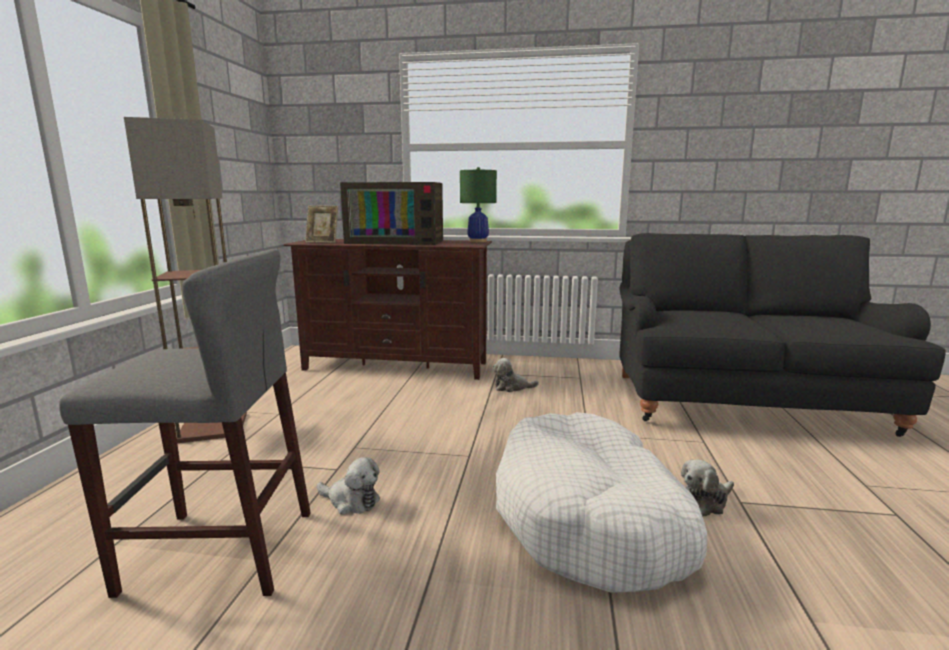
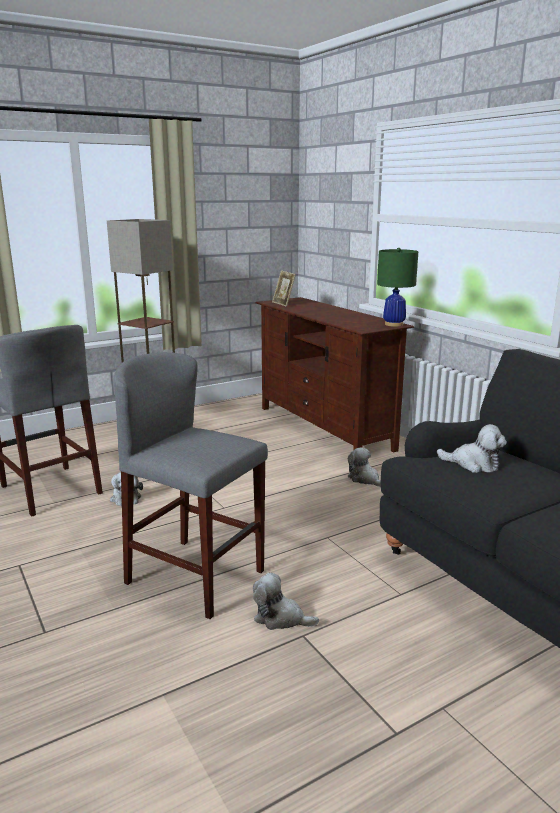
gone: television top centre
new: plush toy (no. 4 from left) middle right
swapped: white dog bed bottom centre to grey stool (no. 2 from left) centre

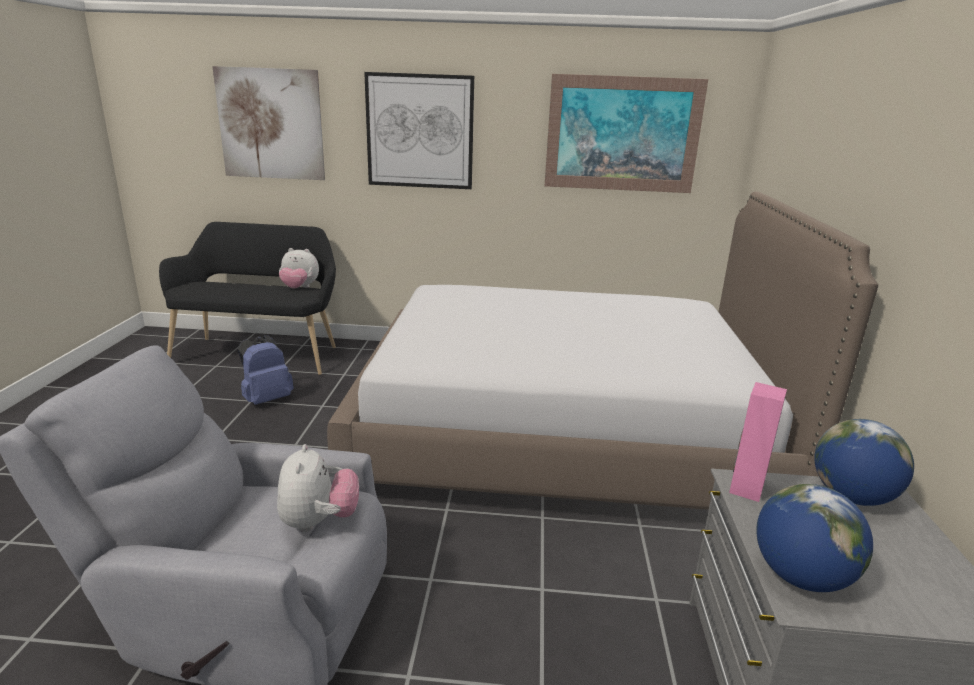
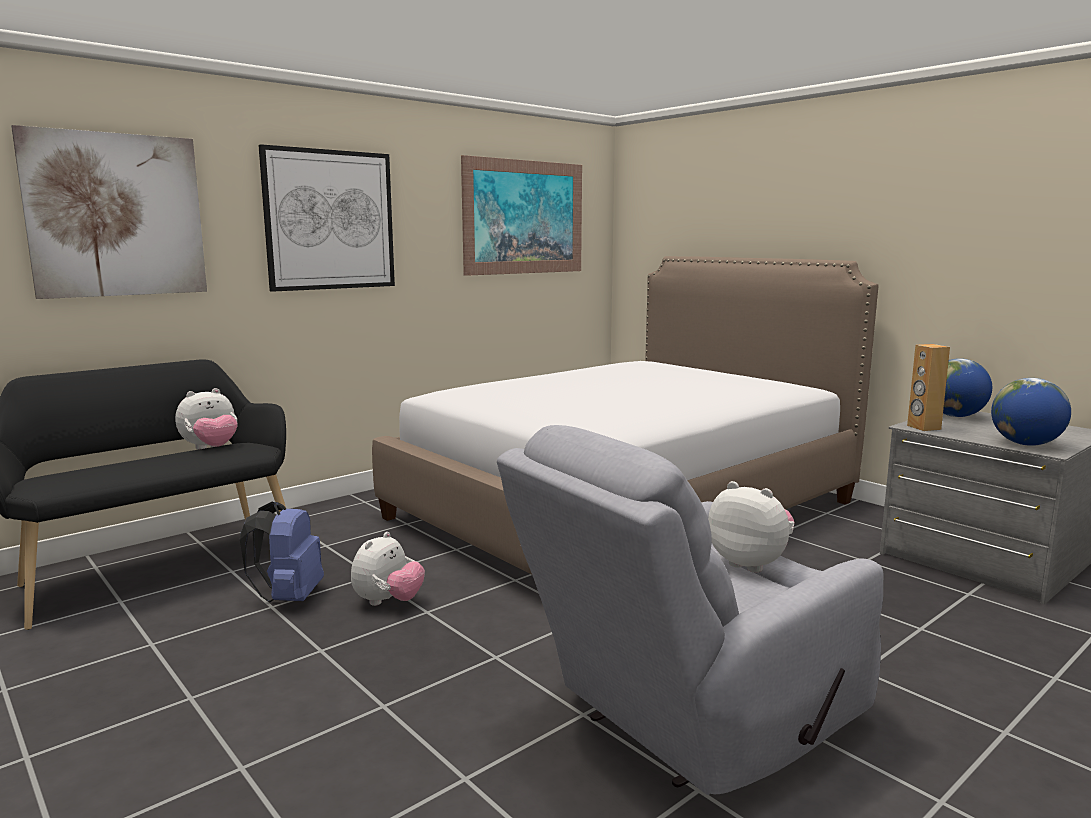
new: plush toy (no. 2 from left) bottom centre
repainted: pink speaker middle right to brown speaker middle right

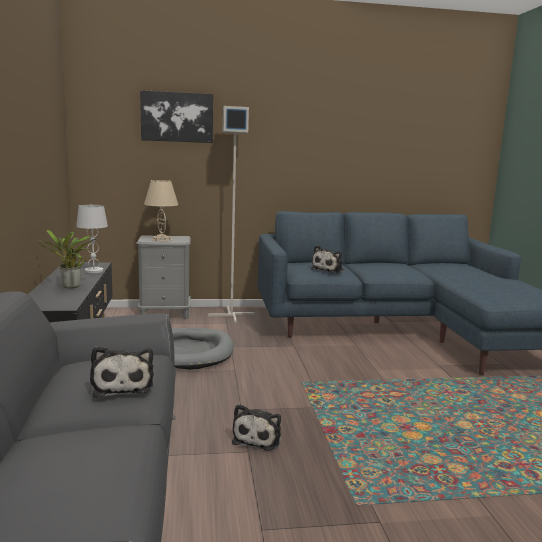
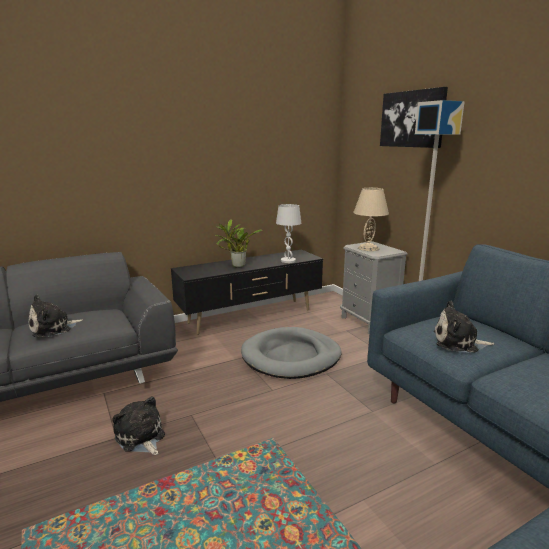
rotated: plush toy (no. 2 from left) bottom centre = bottom left 60 degrees clockwise

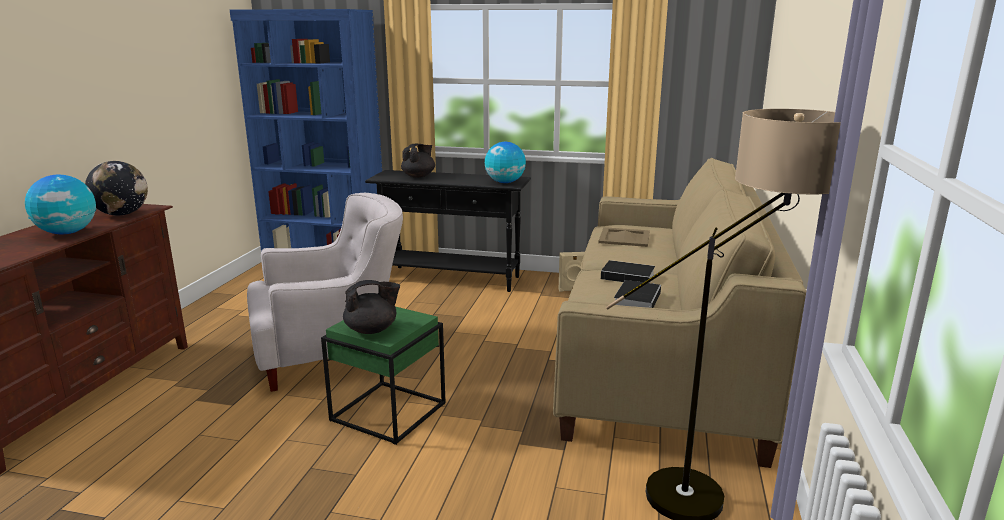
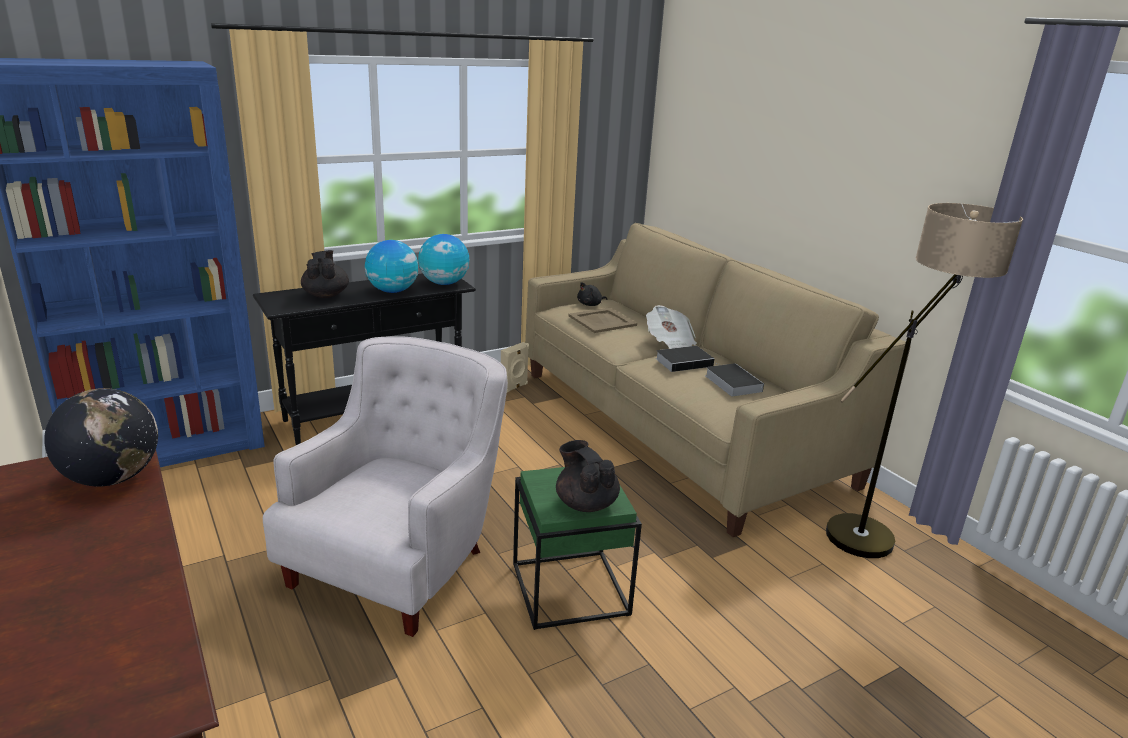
new: black plush toy centre; newspaper centre
shifted: globe (no. 1 from left in the first image) middle left to globe (no. 2 from left) centre
rotated: black teapot (no. 1 from left in the first image) centre = centre 60 degrees counterclockwise

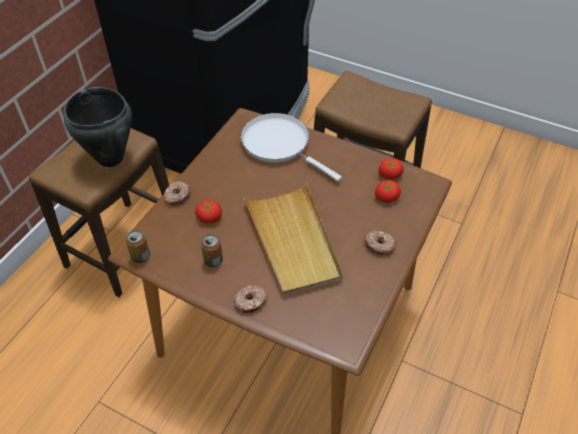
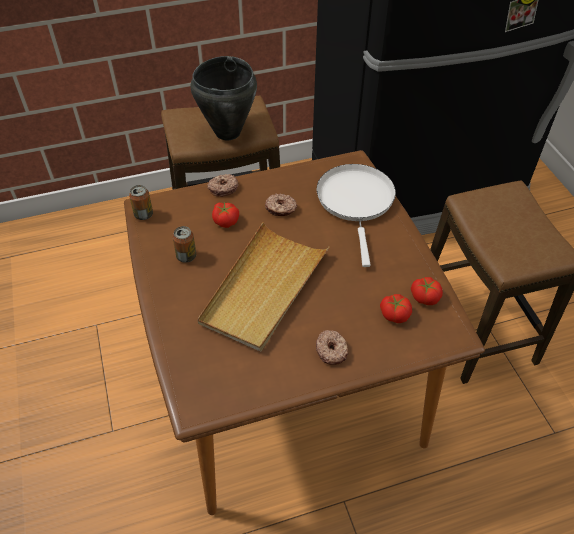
shifted: donut (no. 2 from left) bottom centre to centre

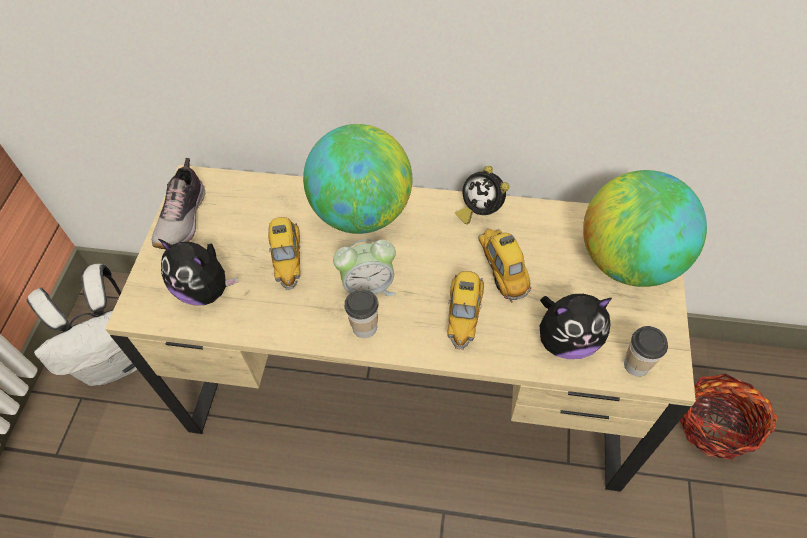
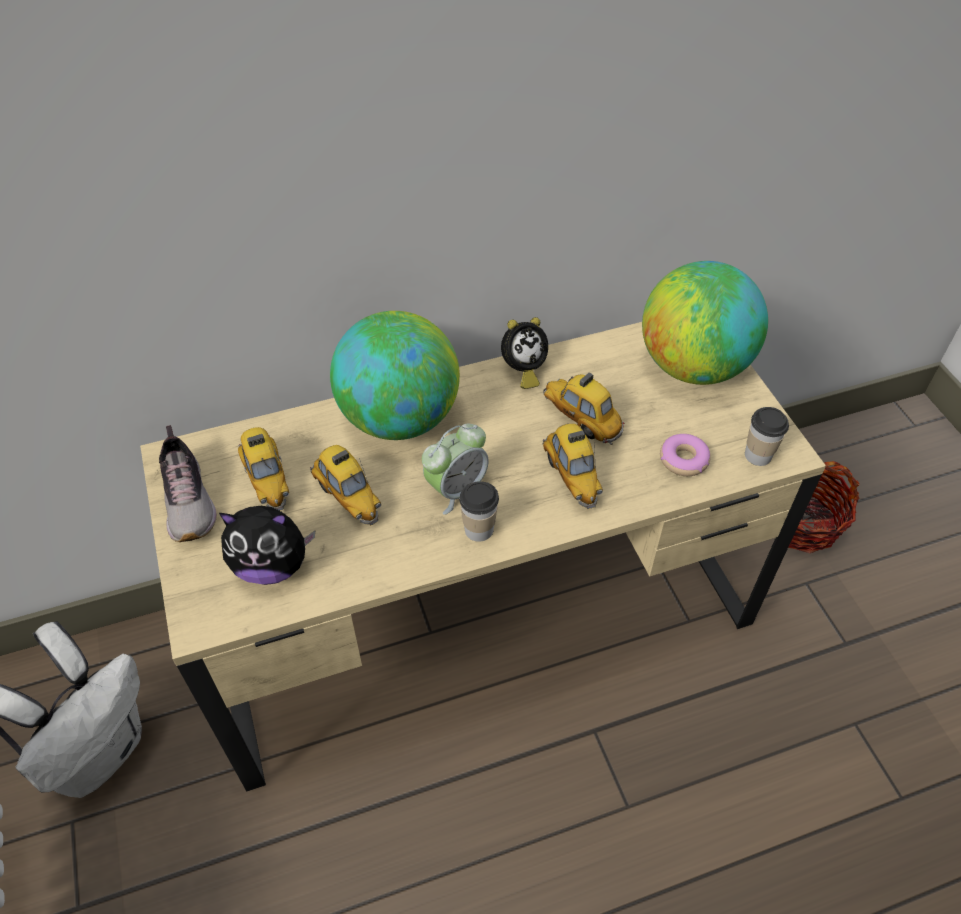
new: toy car (no. 1 from left) middle left
swapped: plush toy (no. 2 from left) middle right to donut middle right
rotated: alarm clock (no. 2 from left) centre = centre 45 degrees counterclockwise

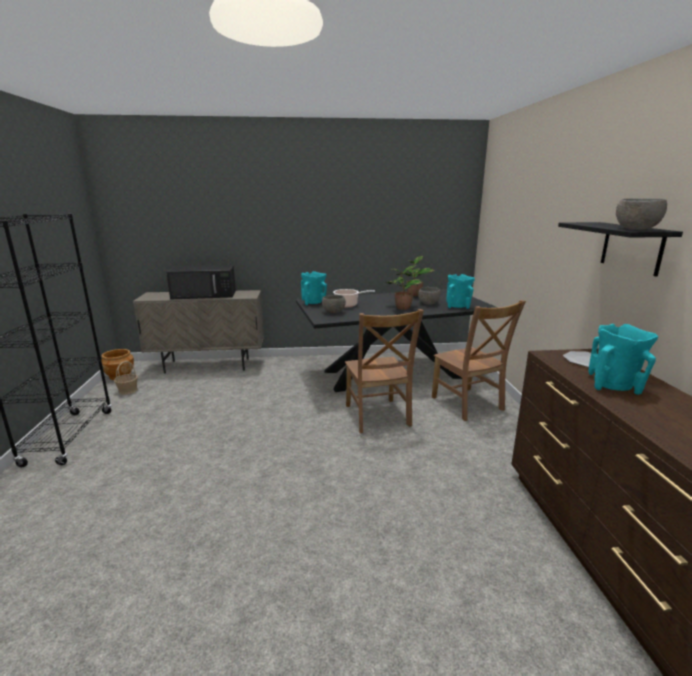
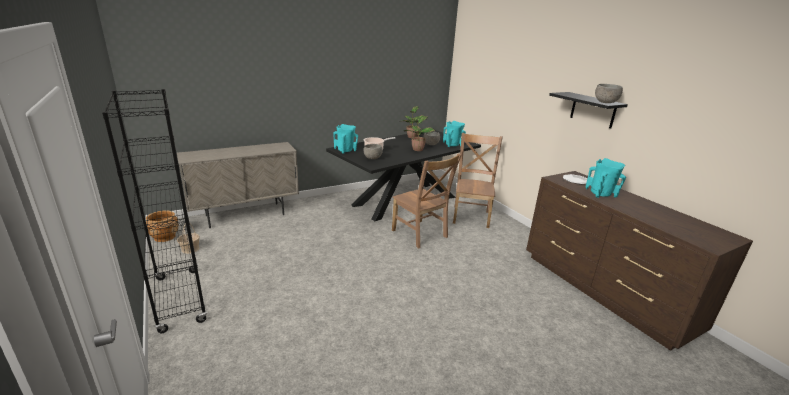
gone: black microwave middle left
rotated: brown chair (no. 2 from left) middle right = centre 120 degrees counterclockwise

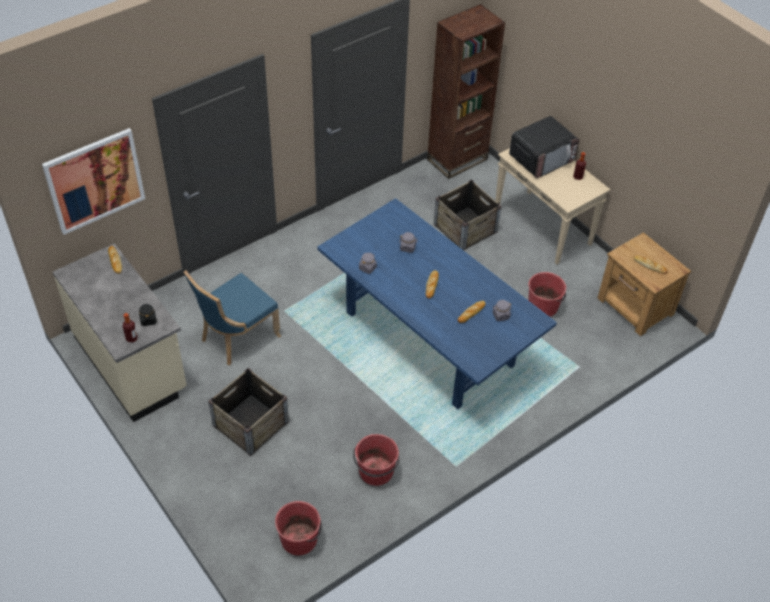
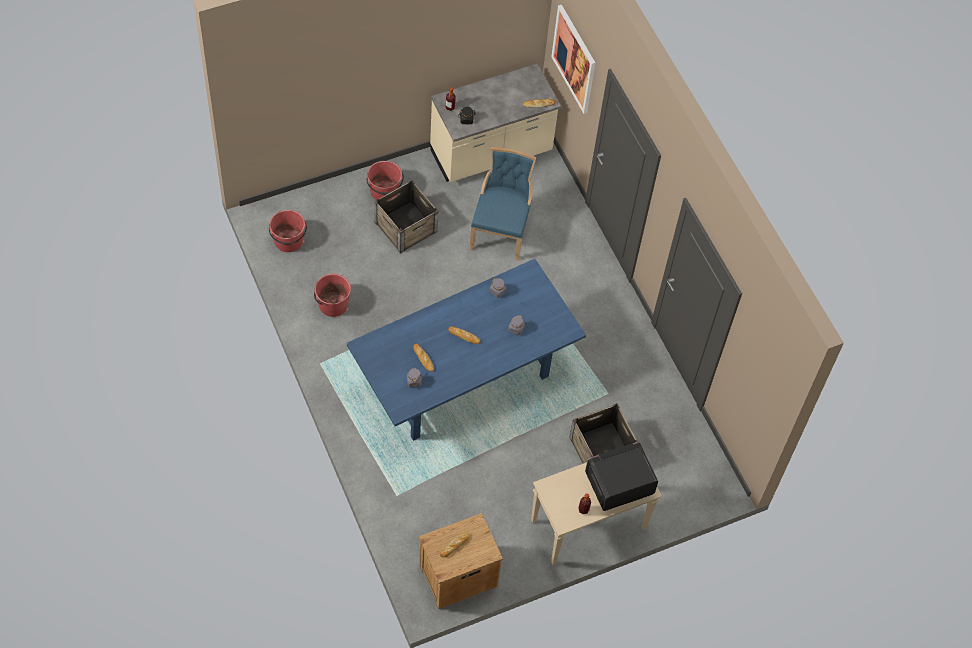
gone: brown bookcase top centre
shifted: red bucket (no. 3 from left) middle right to top centre
rotated: microwave top right = bottom centre 90 degrees clockwise; blue chair middle left = top centre 45 degrees clockwise

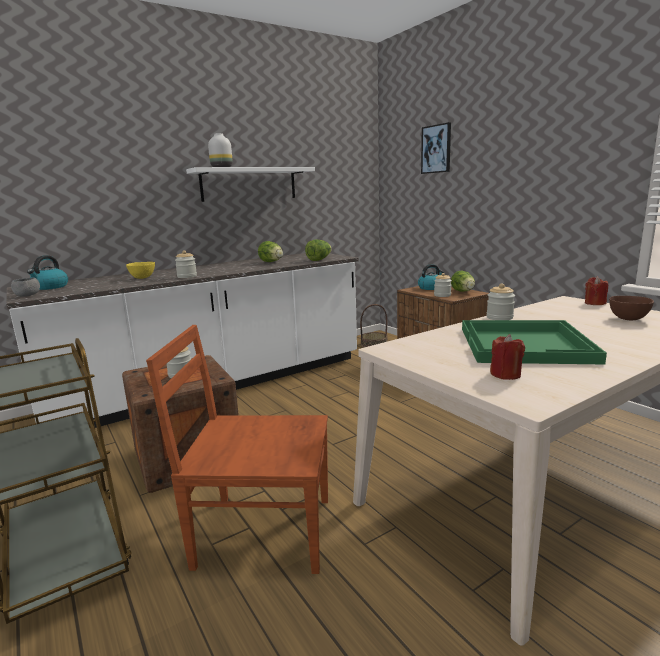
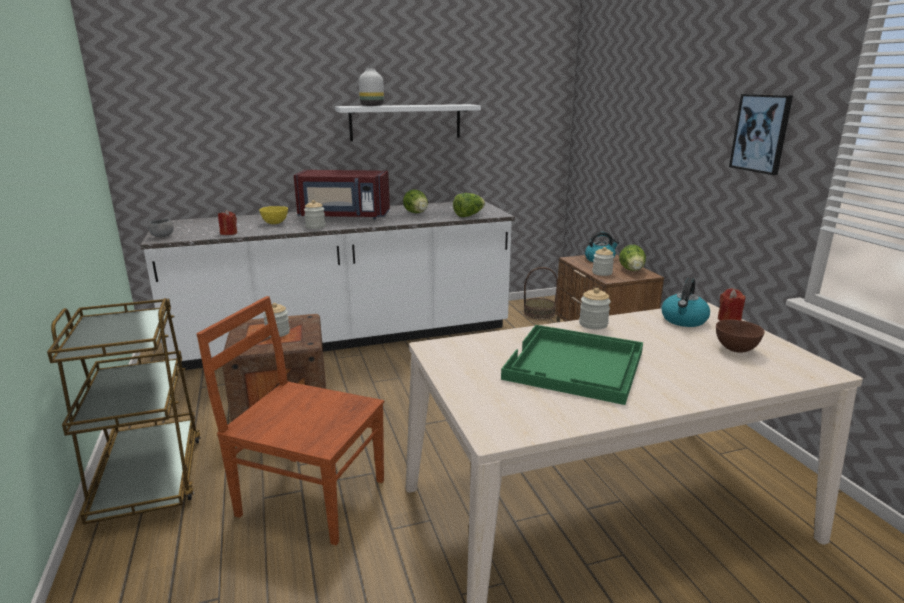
new: red microwave top centre
shifted: picture top centre to top right; kettle (no. 1 from left in the first image) middle left to kettle (no. 2 from left) middle right; red candle (no. 1 from left) middle right to middle left

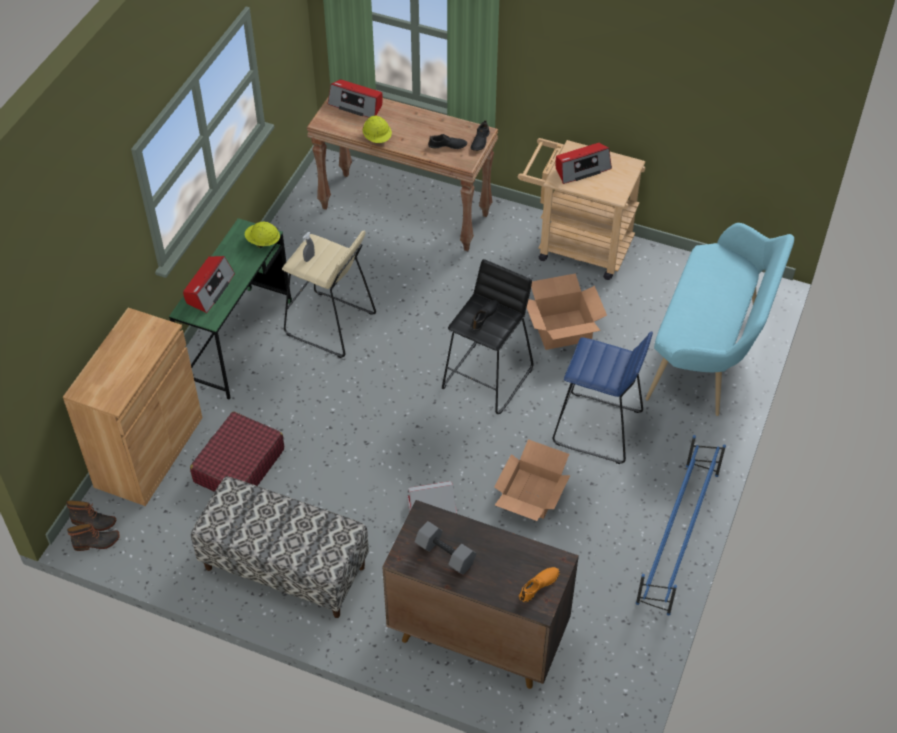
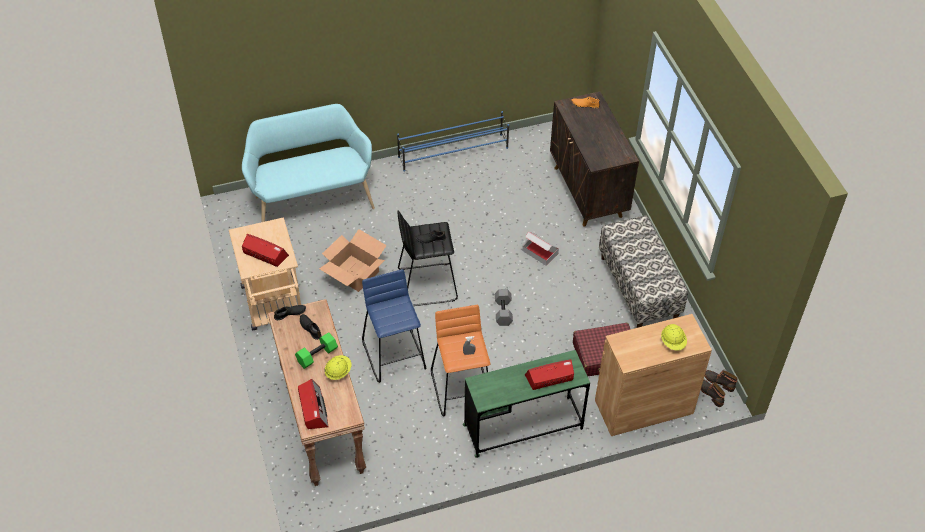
gone: cardboard box (no. 2 from left) centre
new: green dumbbell centre
shifted: yellow hard hat (no. 1 from left in the first image) top left to yellow hard hat (no. 2 from left) middle right; blue stool middle right to centre; grey dumbbell bottom centre to centre
repainted: beige stool centre to orange stool bottom centre

